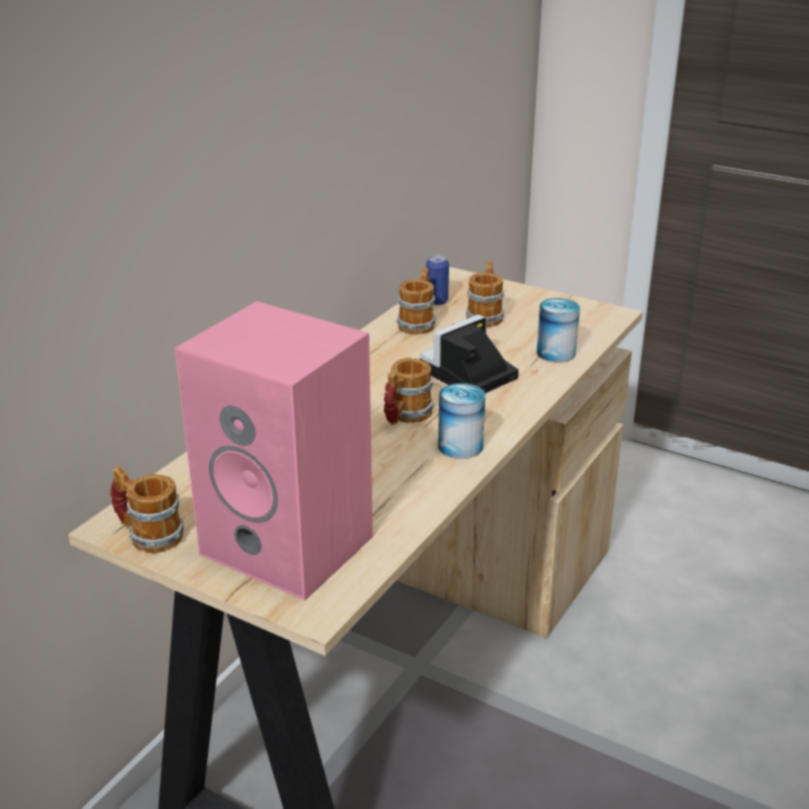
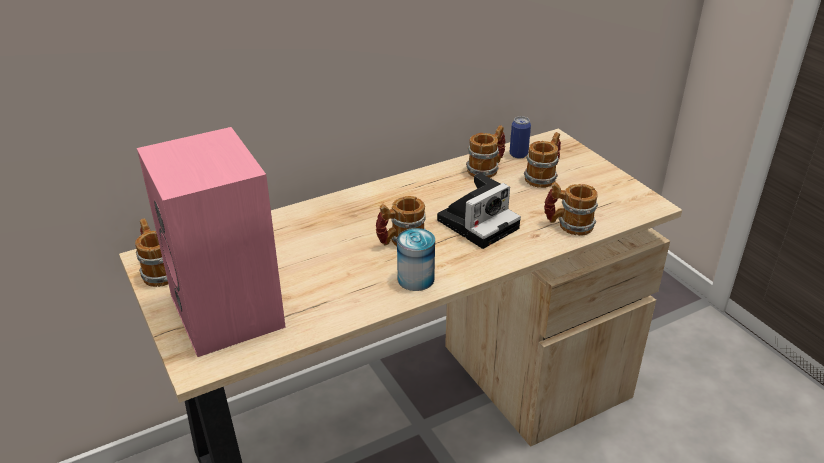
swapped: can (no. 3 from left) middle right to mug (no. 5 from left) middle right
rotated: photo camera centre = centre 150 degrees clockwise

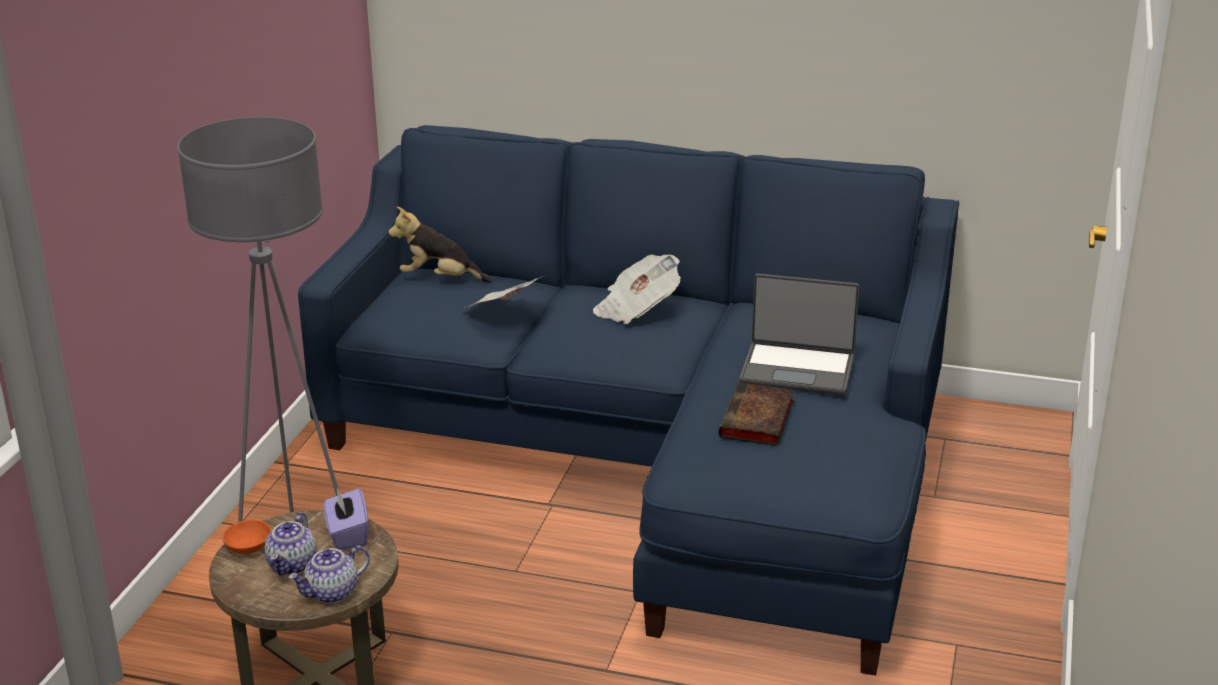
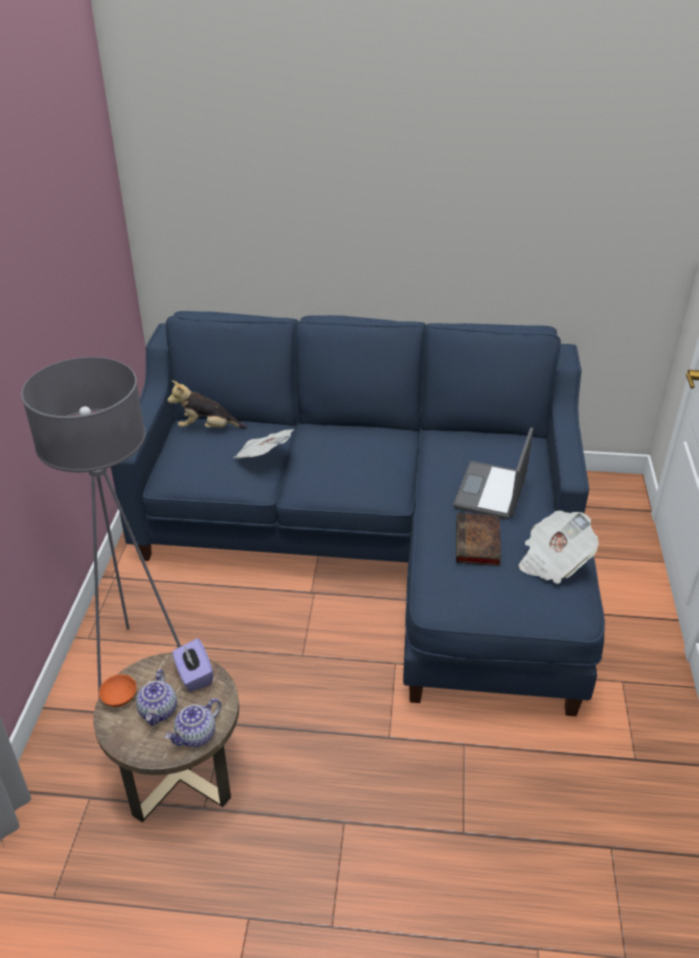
shifted: newspaper (no. 2 from left) centre to middle right
rotated: laptop centre = middle right 105 degrees clockwise

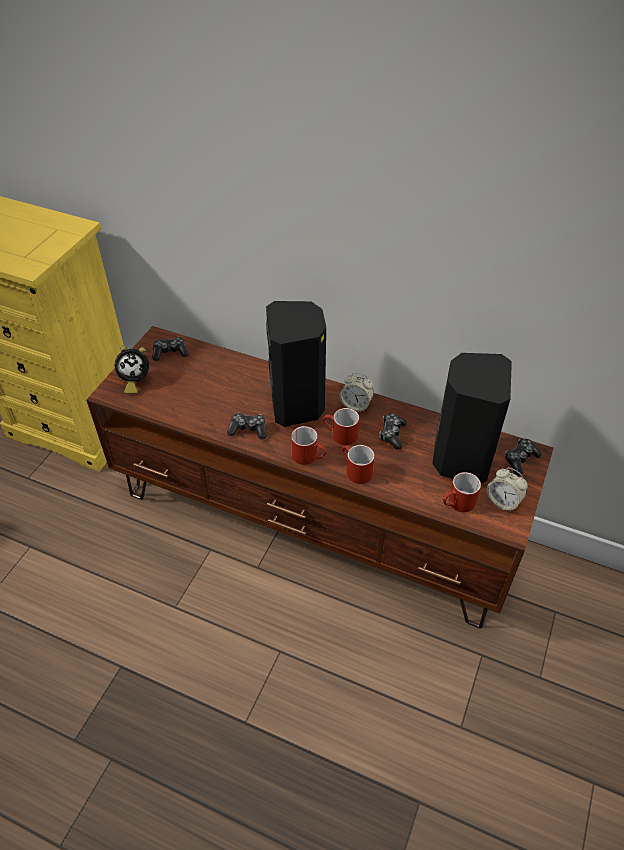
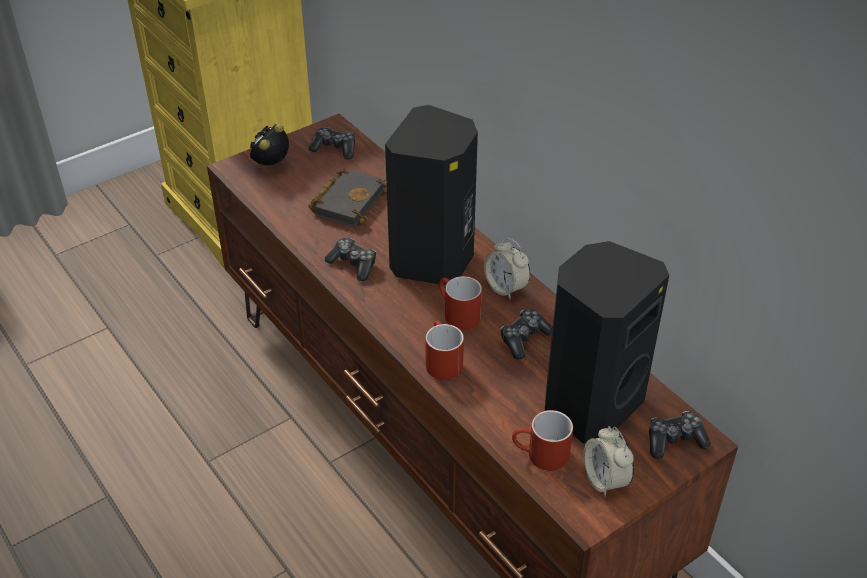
gone: red mug (no. 1 from left) centre
new: black book centre
rotated: alarm clock (no. 1 from left) middle left = top left 105 degrees clockwise

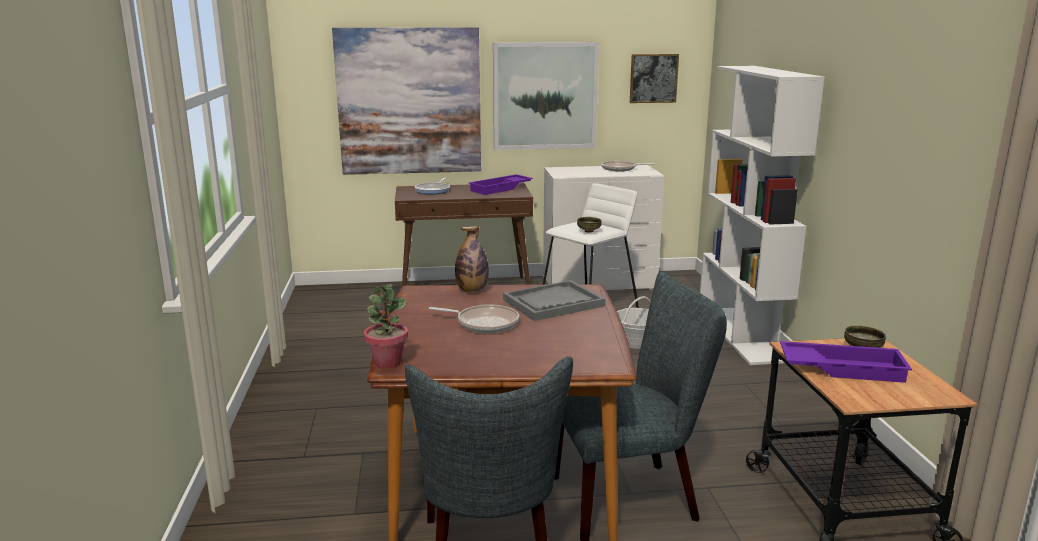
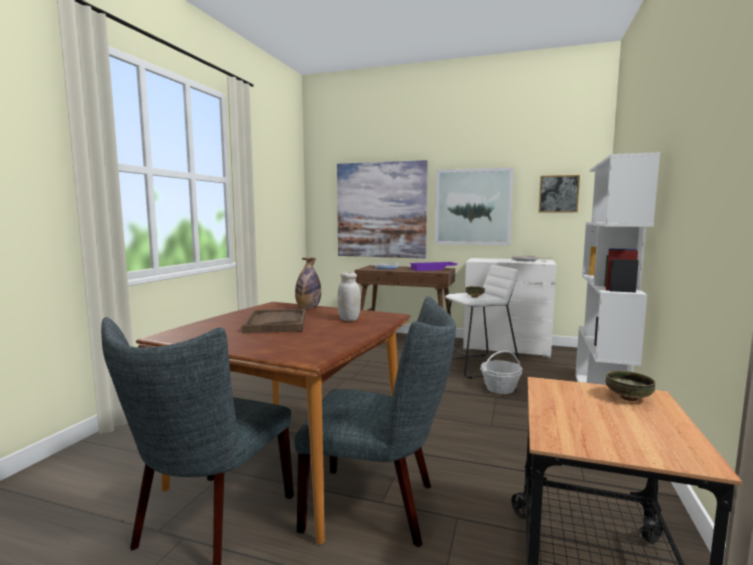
gone: potted plant centre; purple tray (no. 2 from left) bottom right
swapped: grey tray centre to white jar centre; frying pan (no. 2 from left) centre to brown tray centre

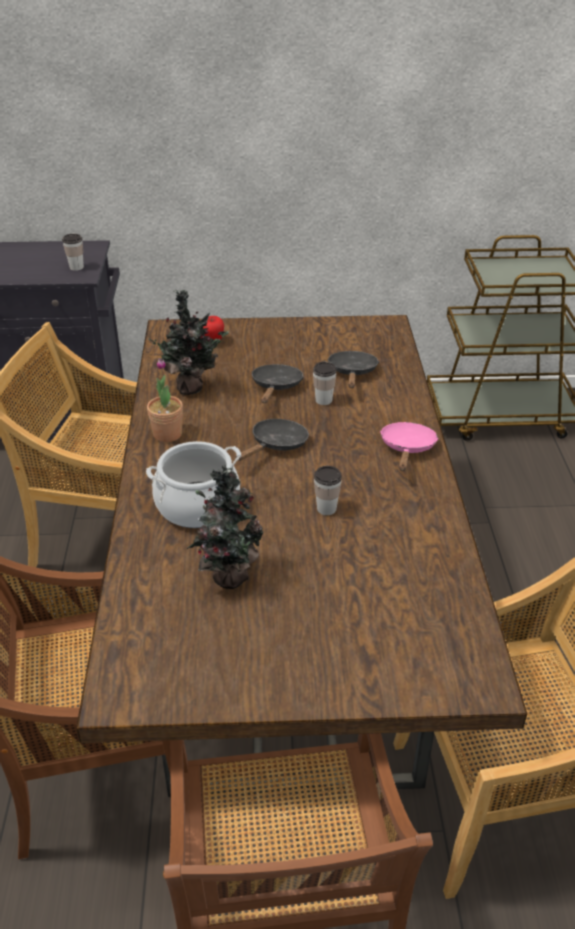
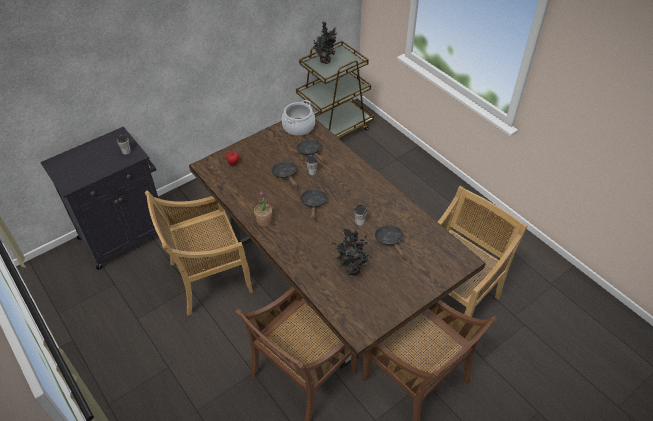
gone: pink frying pan middle right
new: black frying pan (no. 4 from left) centre
shifted: potted plant (no. 2 from left) middle left to top centre; cooking pot centre to top centre

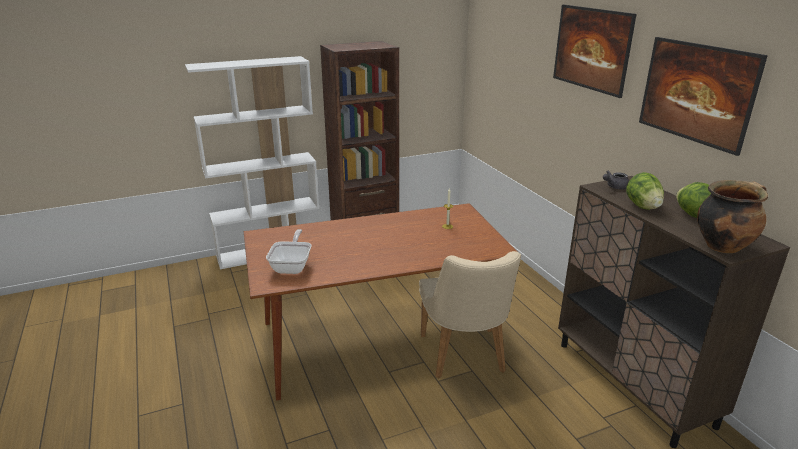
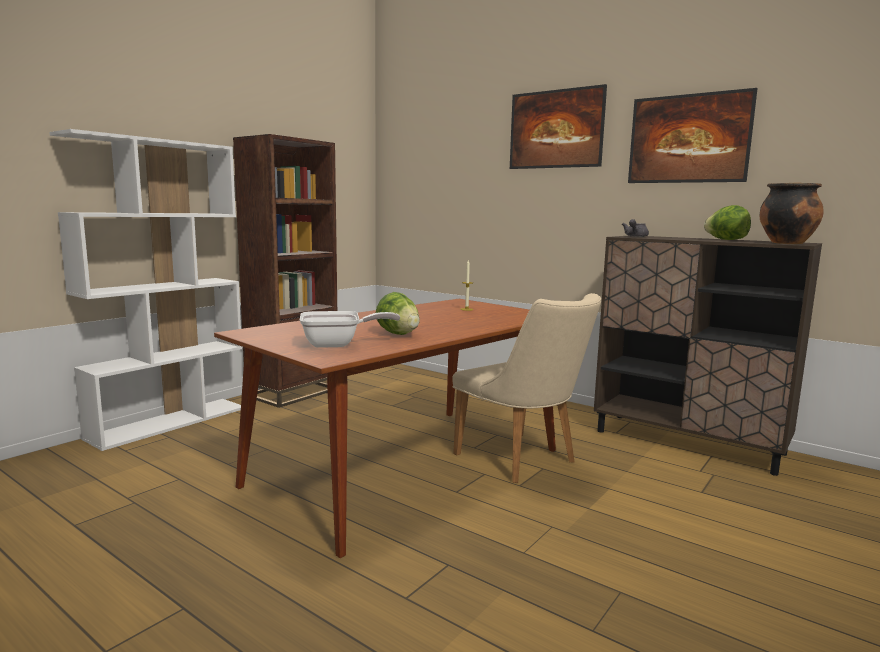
shifted: lettuce (no. 1 from left) middle right to centre
rotated: frying pan centre = centre 105 degrees clockwise

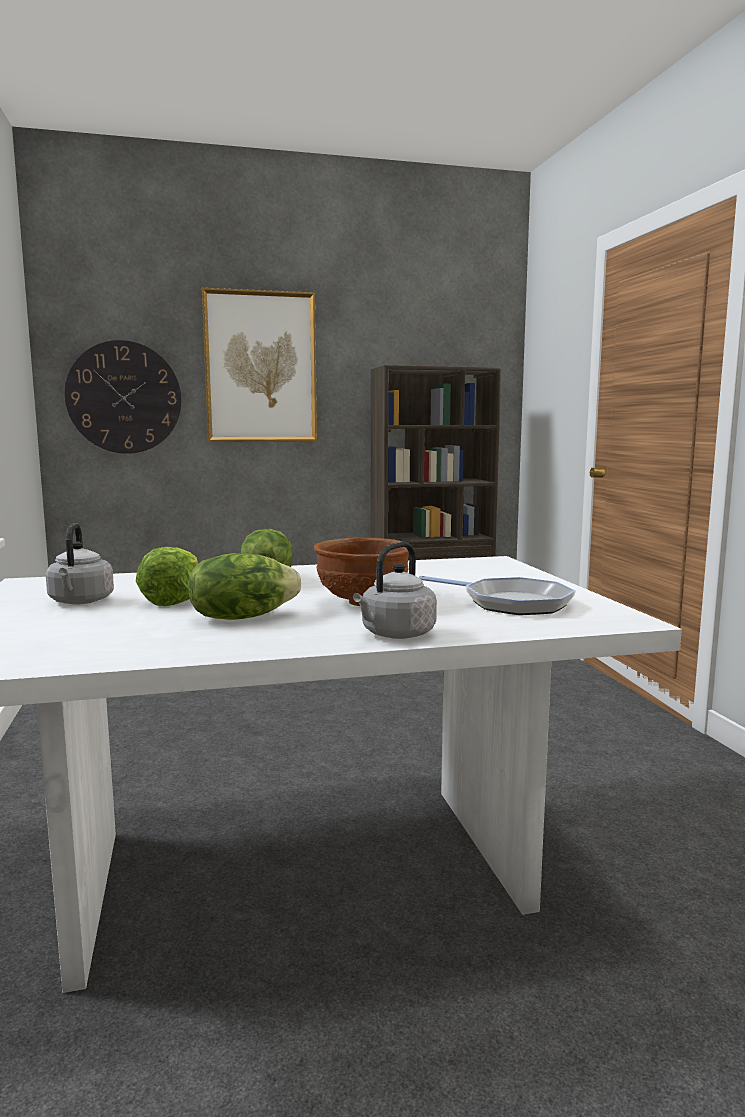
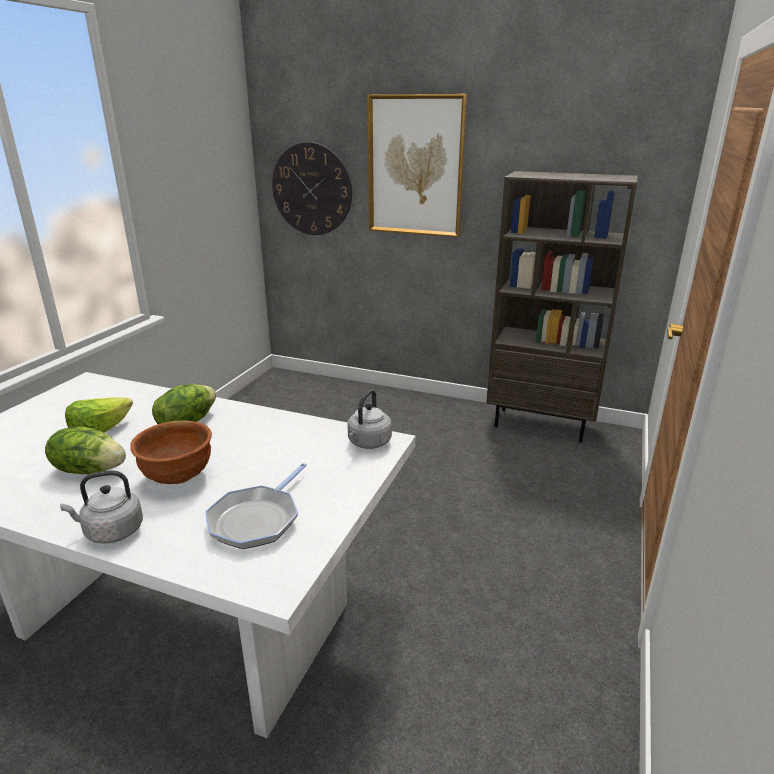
shifted: grey kettle (no. 1 from left in the first image) middle left to grey kettle (no. 2 from left) centre
rotated: frying pan middle right = middle left 45 degrees clockwise

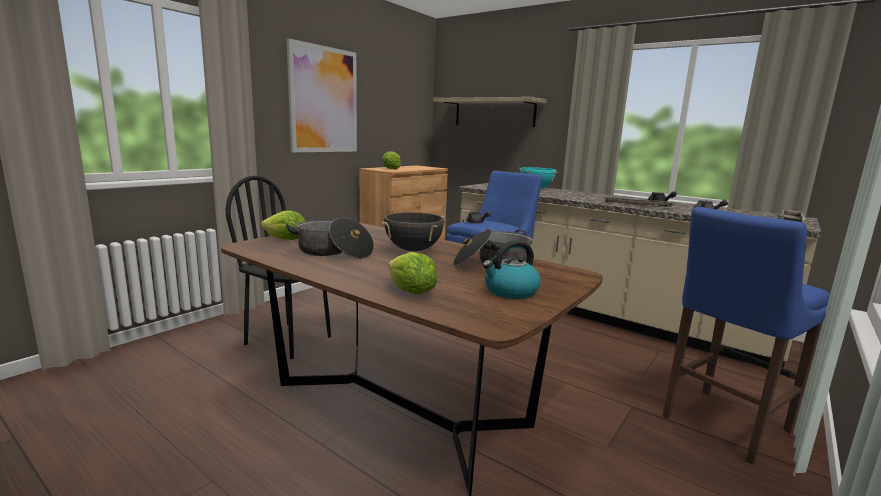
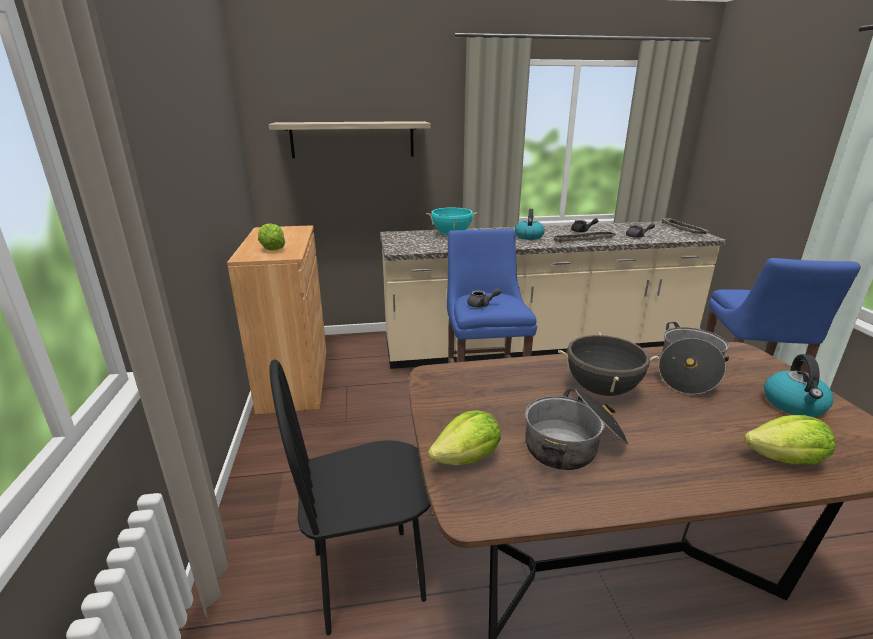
gone: picture top centre
new: kettle (no. 1 from left) centre

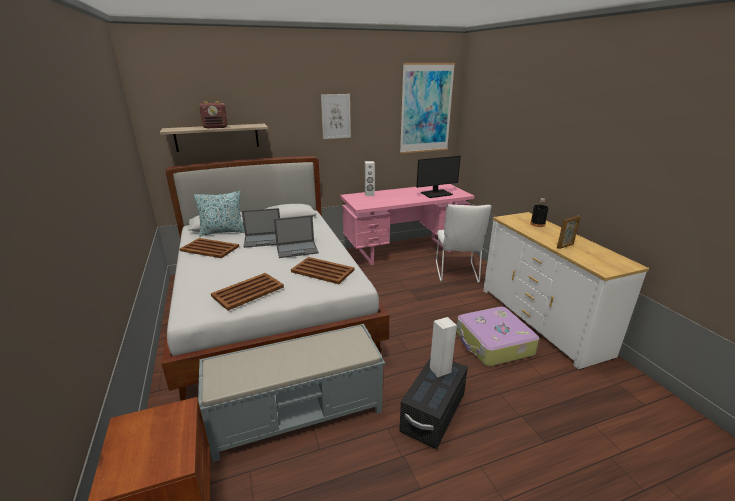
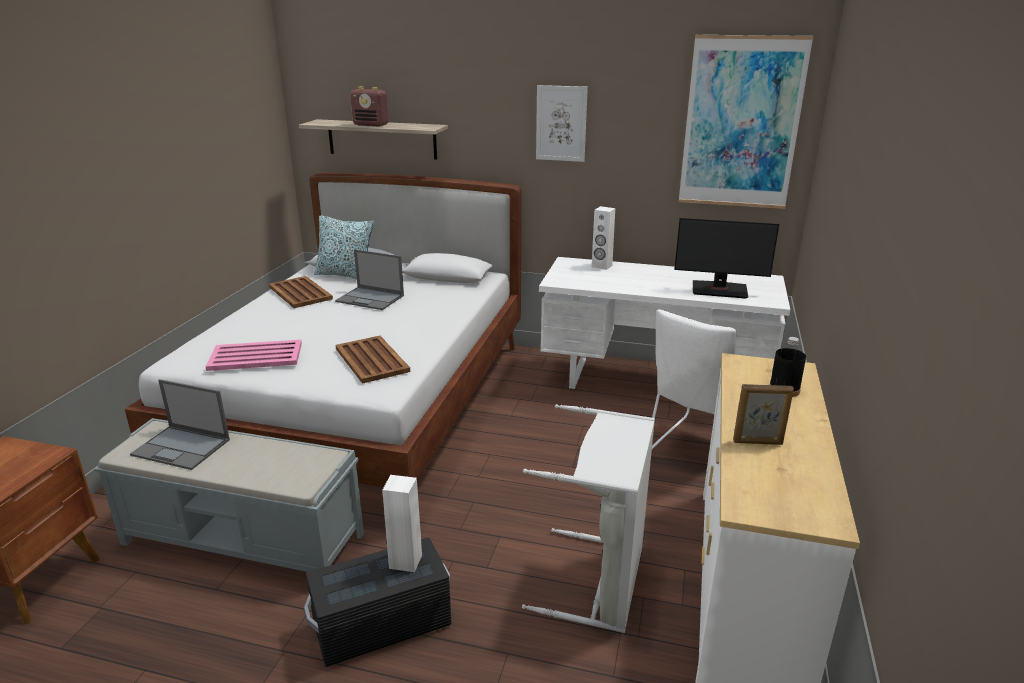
shifted: laptop (no. 2 from left in the first image) centre to laptop (no. 1 from left) middle left
swapped: suitcase bottom right to grey laundry basket bottom centre
repainted: pink desk centre to white desk centre; brown tray (no. 2 from left) centre to pink tray middle left

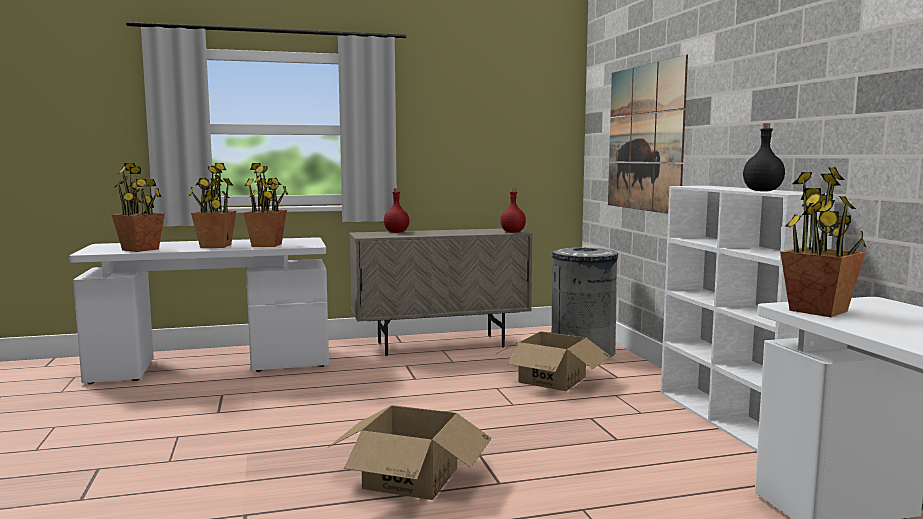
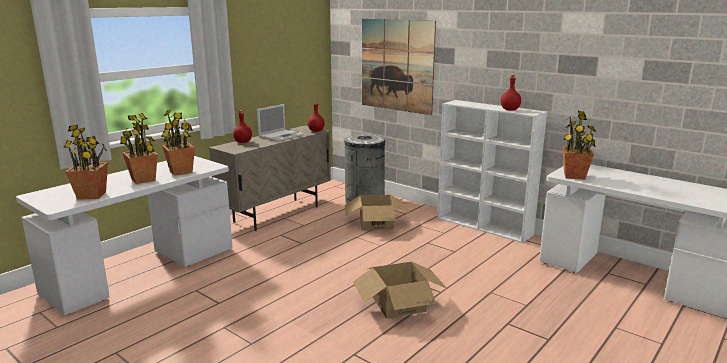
new: laptop centre
repainted: black bottle top right to red bottle (no. 3 from left) top right

